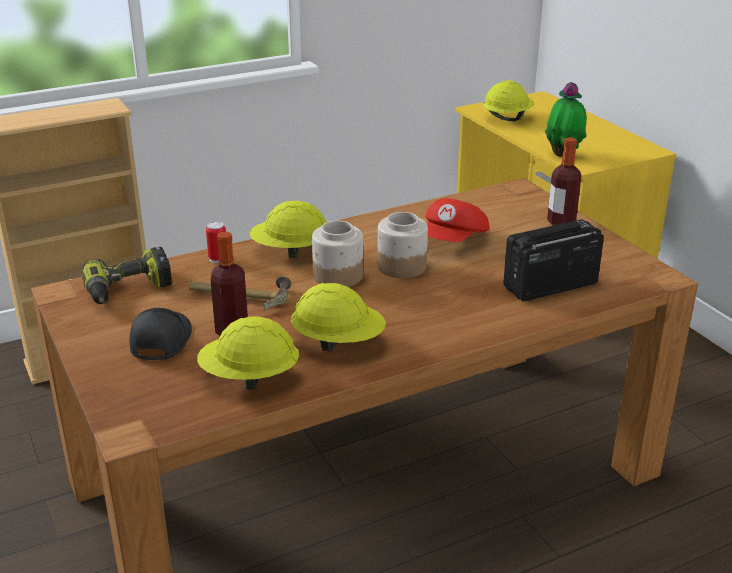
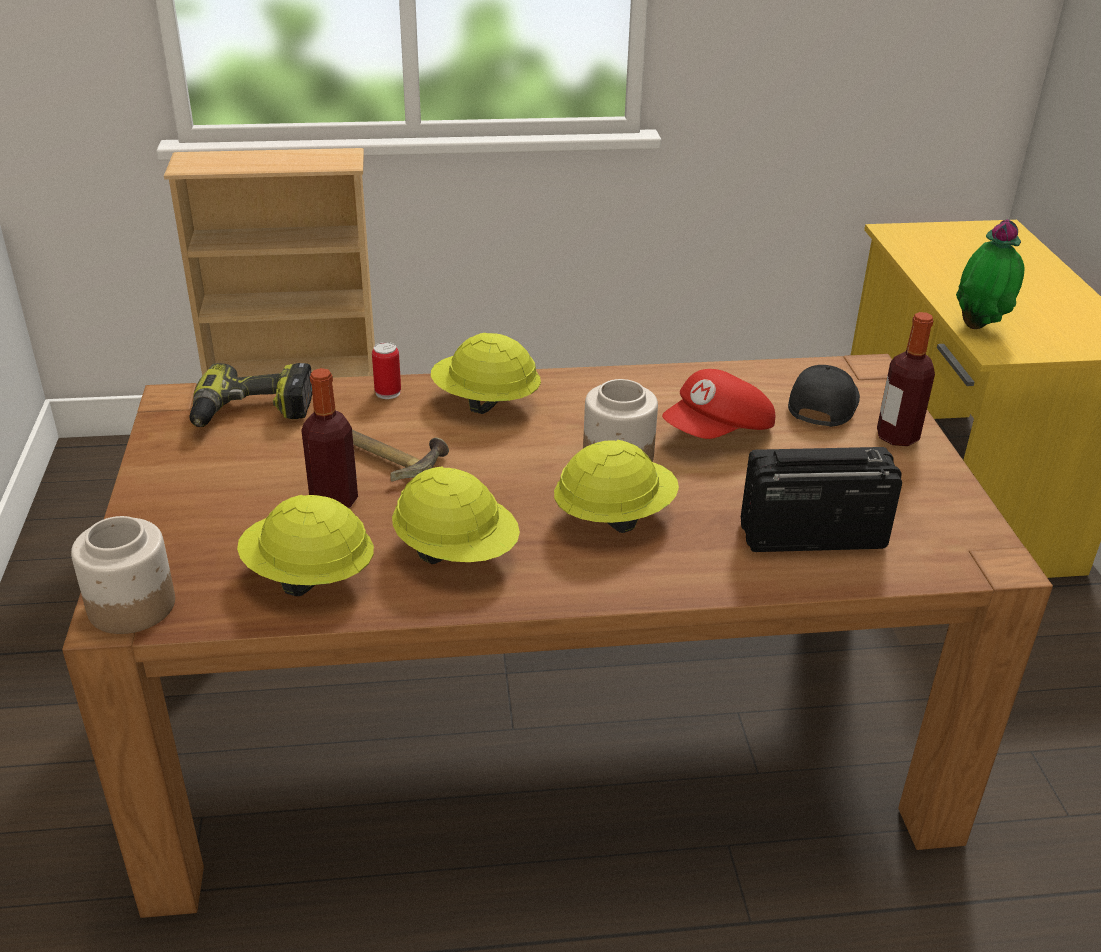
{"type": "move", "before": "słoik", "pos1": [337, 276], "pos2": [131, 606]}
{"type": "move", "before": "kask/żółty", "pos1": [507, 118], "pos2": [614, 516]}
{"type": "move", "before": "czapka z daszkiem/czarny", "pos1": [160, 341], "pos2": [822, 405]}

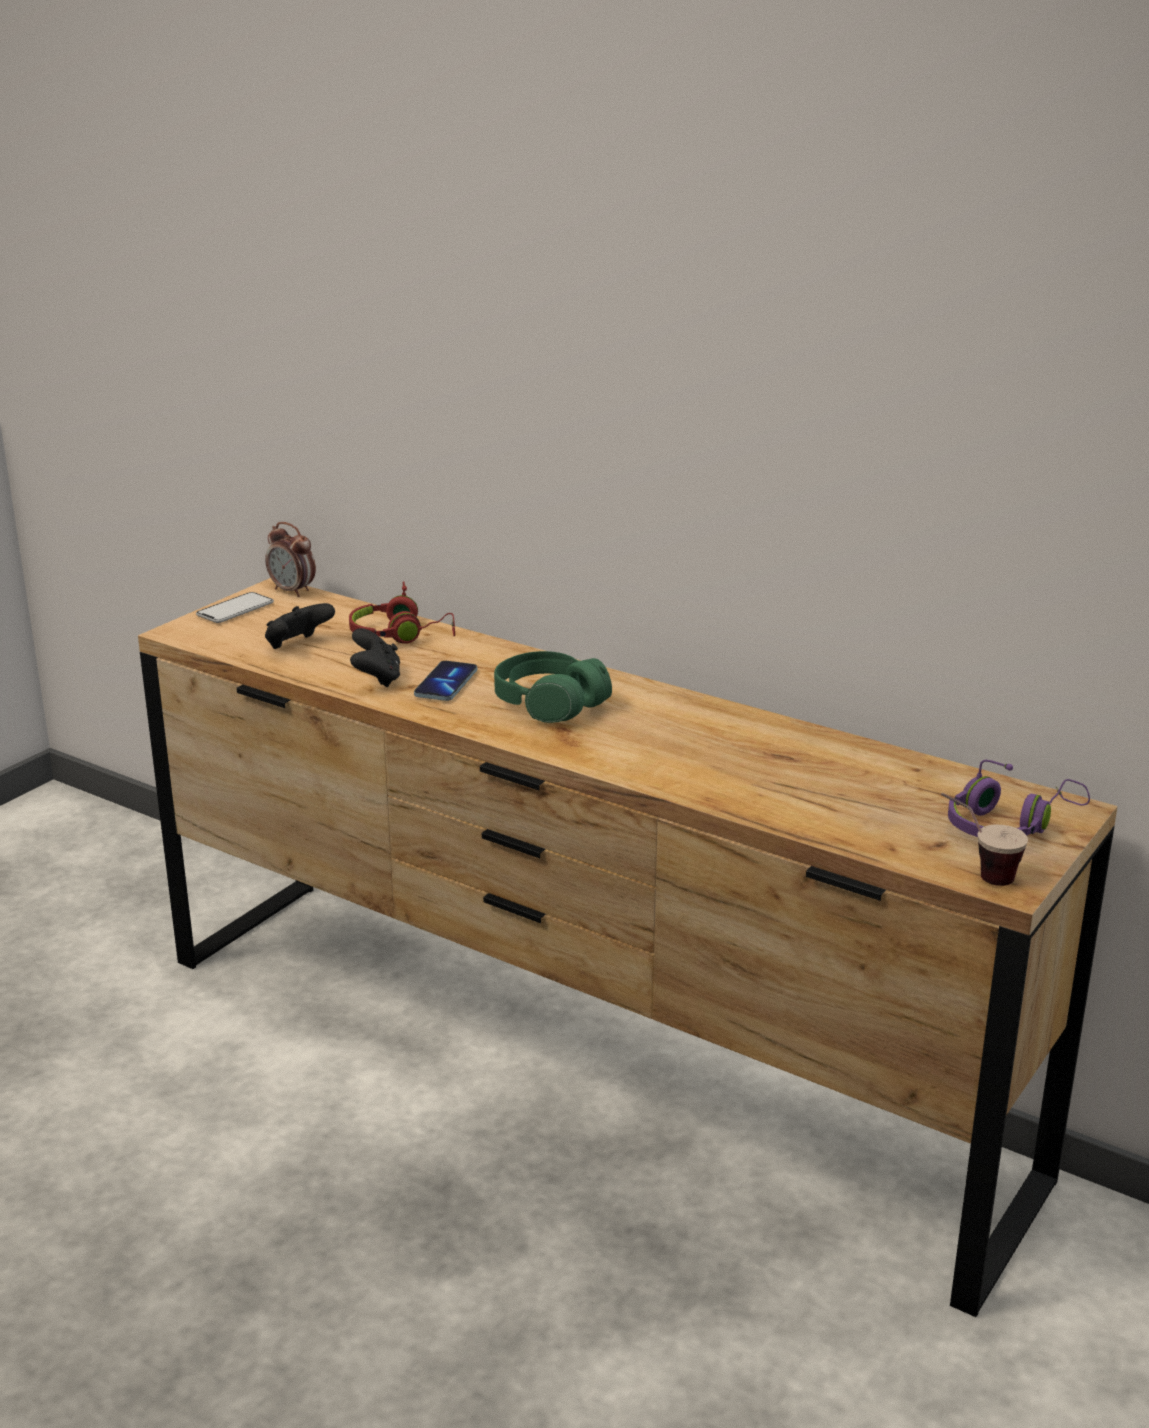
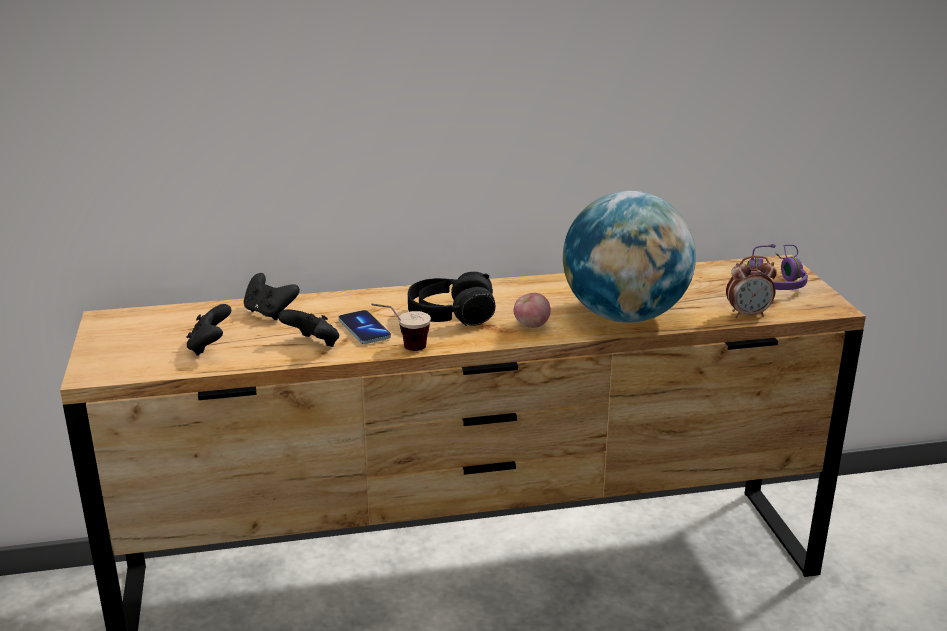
{"type": "replace", "before": "słuchawki/czerwony", "after": "pad do gier/czarny", "pos1": [402, 635], "pos2": [269, 313]}
{"type": "move", "before": "filiżanka", "pos1": [977, 873], "pos2": [402, 348]}
{"type": "recolor", "before": "słuchawki/zielony", "after": "słuchawki/czarny", "pos1": [550, 704], "pos2": [451, 315]}
{"type": "insert", "after": "jabłko", "pos2": [531, 326]}
{"type": "insert", "after": "globus", "pos2": [624, 316]}
{"type": "move", "before": "budzik", "pos1": [292, 591], "pos2": [748, 314]}
{"type": "delete", "before": "telefon", "pos1": [235, 609]}

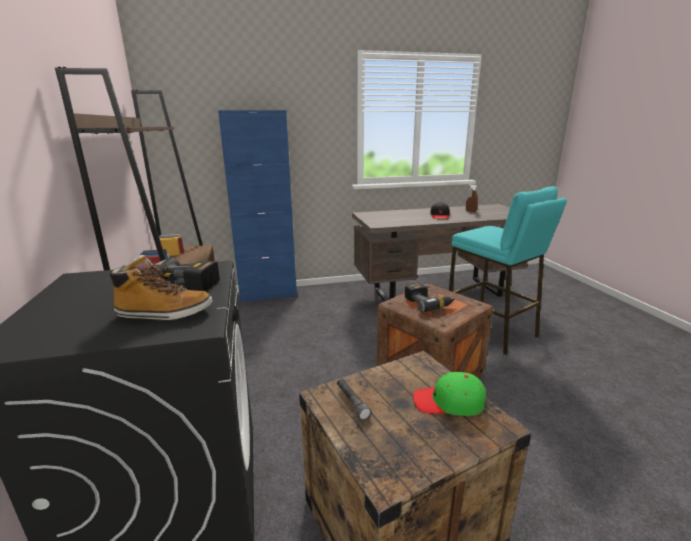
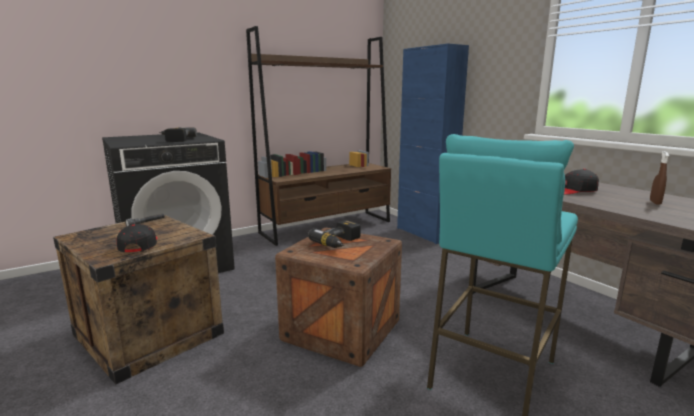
{"type": "recolor", "before": "czapka z daszkiem/zielony", "after": "czapka z daszkiem/czarny", "pos1": [449, 402], "pos2": [139, 245]}
{"type": "delete", "before": "but z cholewką", "pos1": [164, 314]}

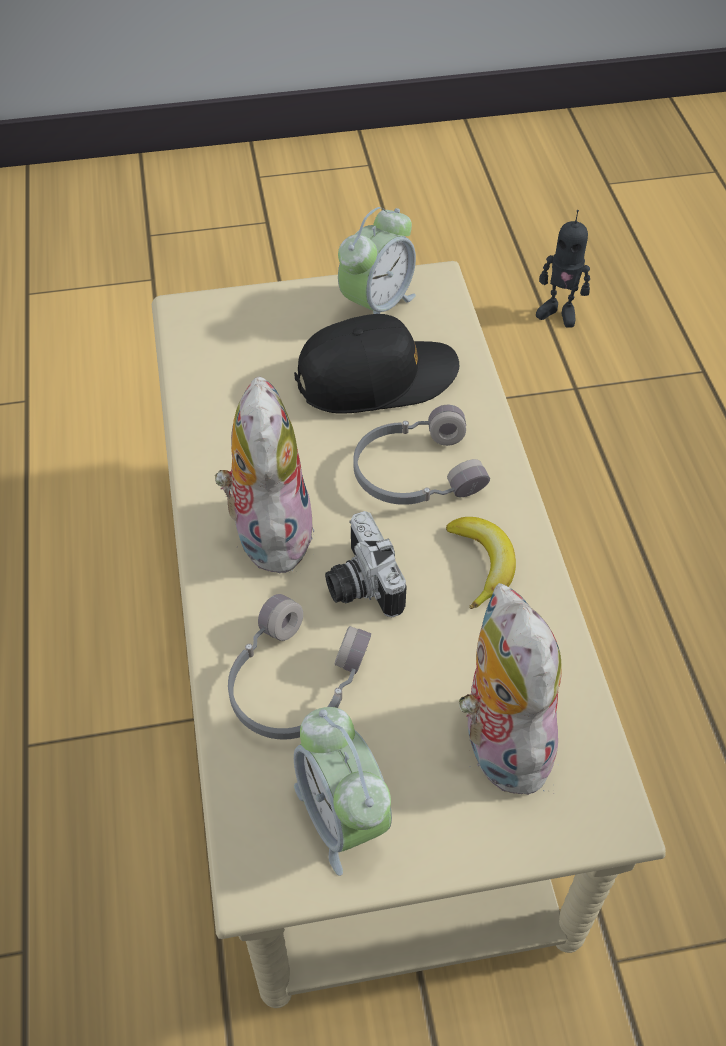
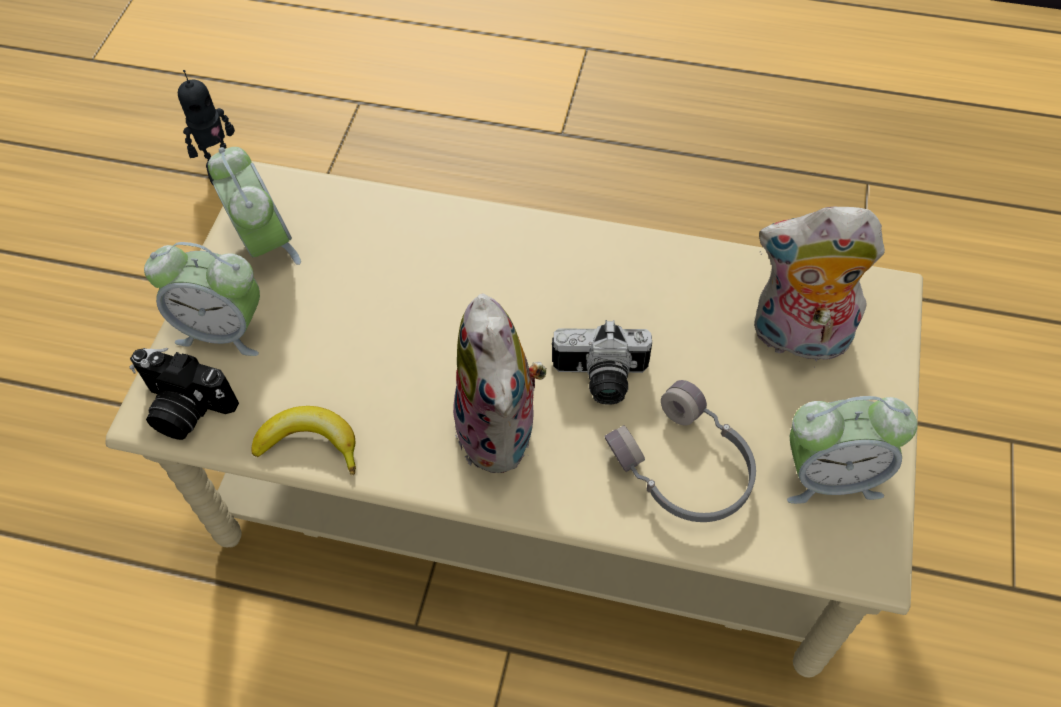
{"type": "insert", "after": "aparat fotograficzny", "pos2": [184, 409]}
{"type": "insert", "after": "budzik", "pos2": [224, 329]}
{"type": "move", "before": "banan", "pos1": [482, 564], "pos2": [310, 444]}
{"type": "rotate", "before": "pluszak", "pos1": [268, 530], "pos2": [502, 432], "turn": -120}
{"type": "delete", "before": "czapka z daszkiem/czarny", "pos1": [376, 378]}
{"type": "delete", "before": "słuchawki/szary", "pos1": [415, 471]}

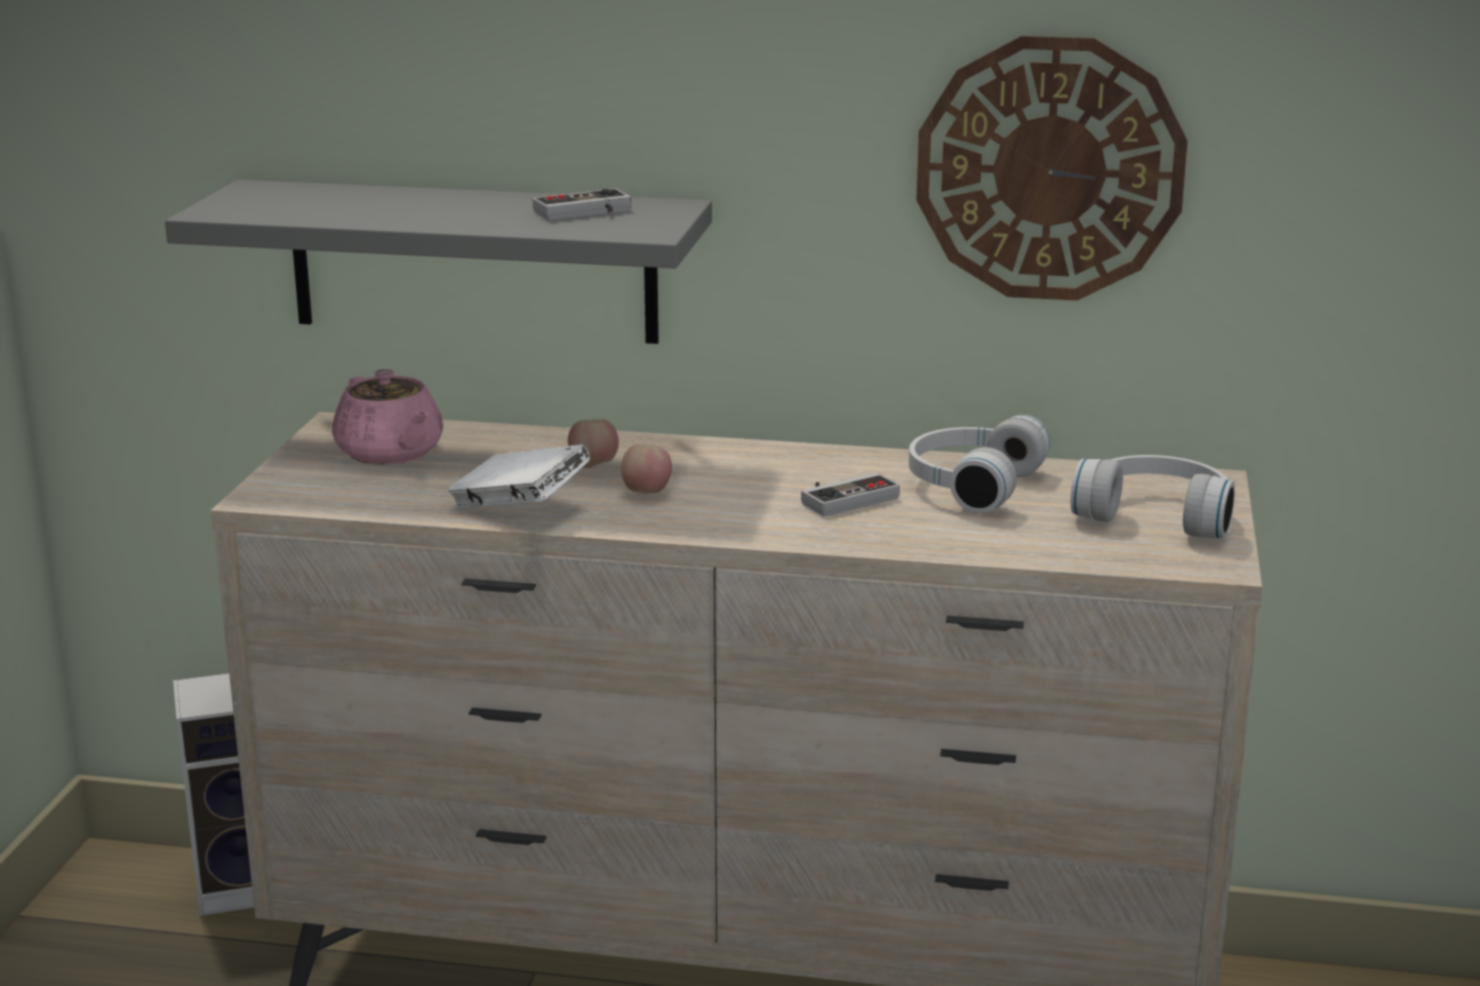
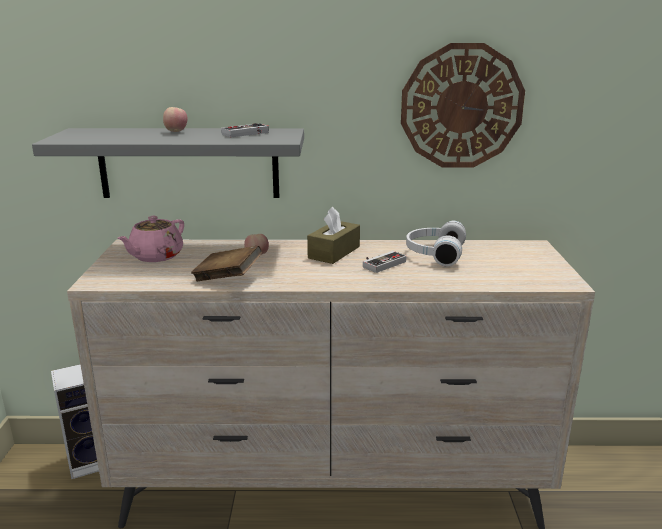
{"type": "rotate", "before": "imbryk/różowy", "pos1": [390, 453], "pos2": [155, 256], "turn": 75}
{"type": "move", "before": "jabłko", "pos1": [647, 494], "pos2": [176, 132]}
{"type": "recolor", "before": "książka/biały", "after": "książka/brązowy", "pos1": [520, 508], "pos2": [228, 278]}
{"type": "insert", "after": "pudełko chusteczek/brązowy", "pos2": [334, 252]}
{"type": "delete", "before": "słuchawki/biały", "pos1": [1157, 515]}

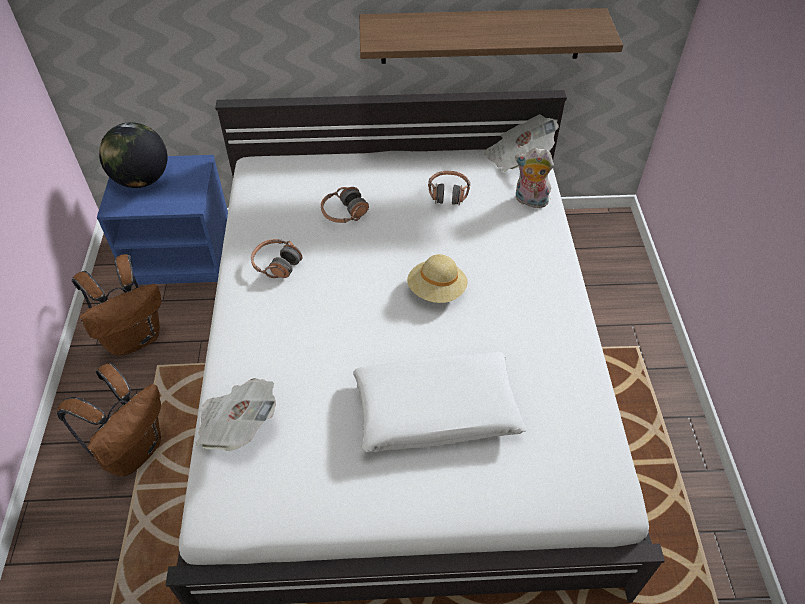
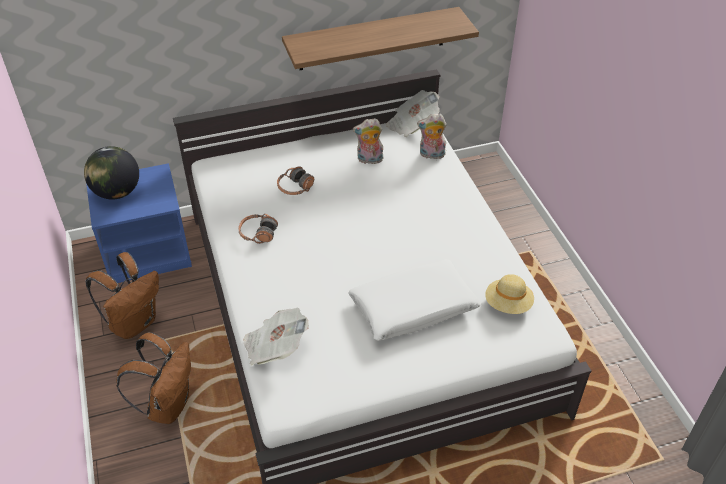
{"type": "replace", "before": "słuchawki", "after": "pluszak", "pos1": [448, 194], "pos2": [369, 160]}
{"type": "move", "before": "kapelusz/beżowy", "pos1": [437, 291], "pos2": [508, 304]}

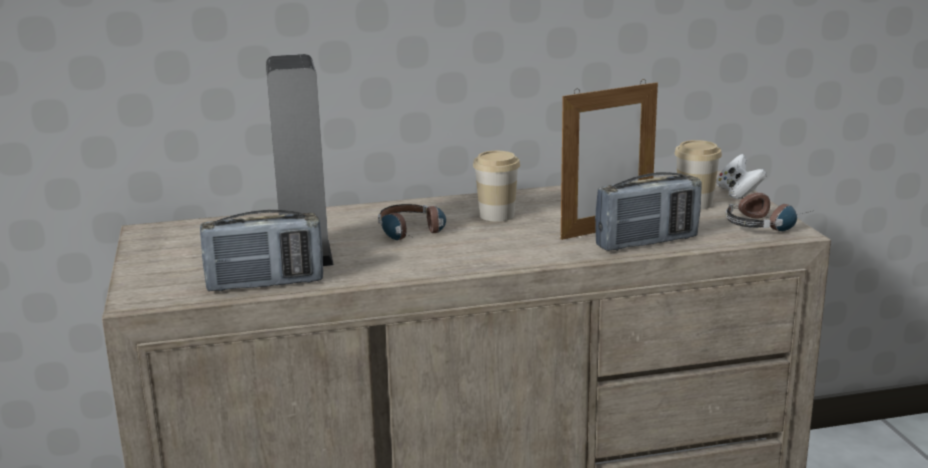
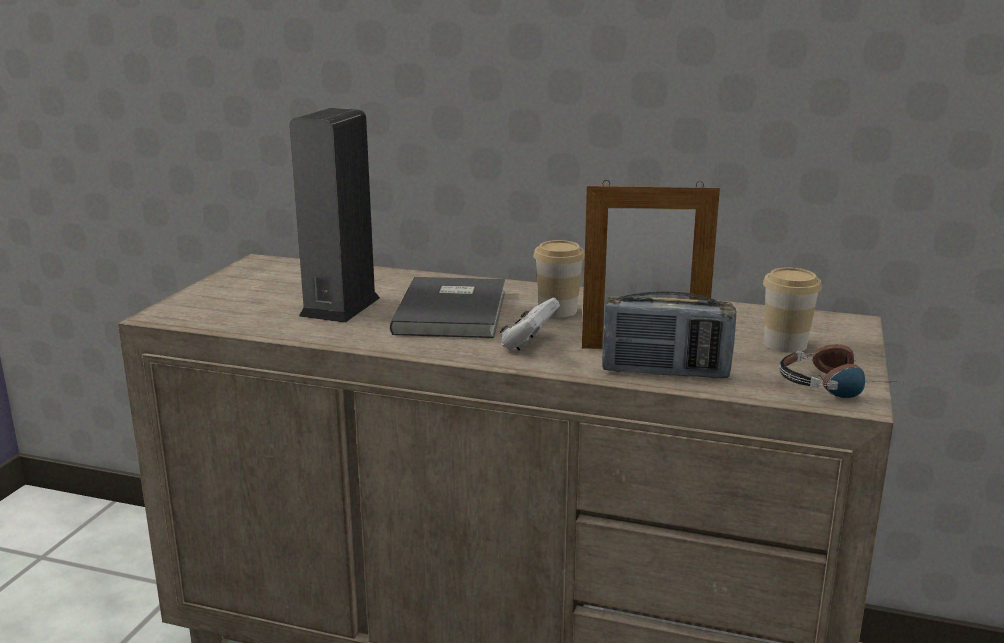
{"type": "replace", "before": "słuchawki", "after": "książka/szary", "pos1": [414, 234], "pos2": [455, 311]}
{"type": "move", "before": "pad do gier/biały", "pos1": [738, 193], "pos2": [528, 344]}
{"type": "delete", "before": "radio", "pos1": [265, 284]}

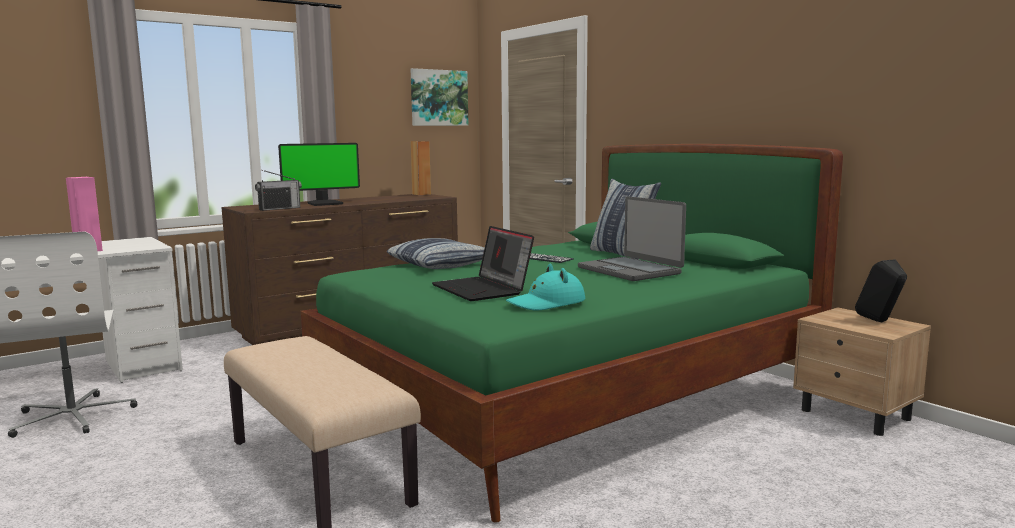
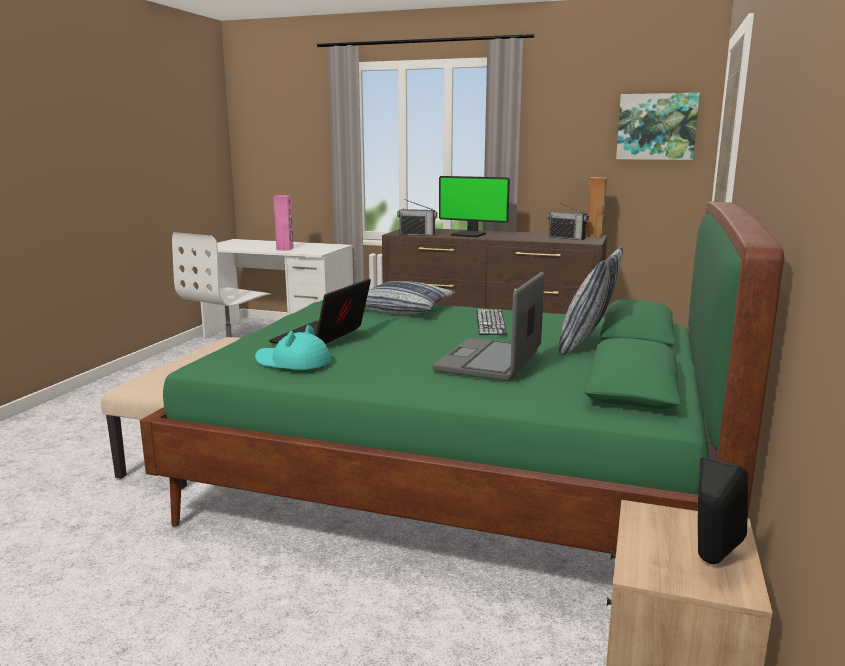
{"type": "insert", "after": "radio", "pos2": [567, 238]}

